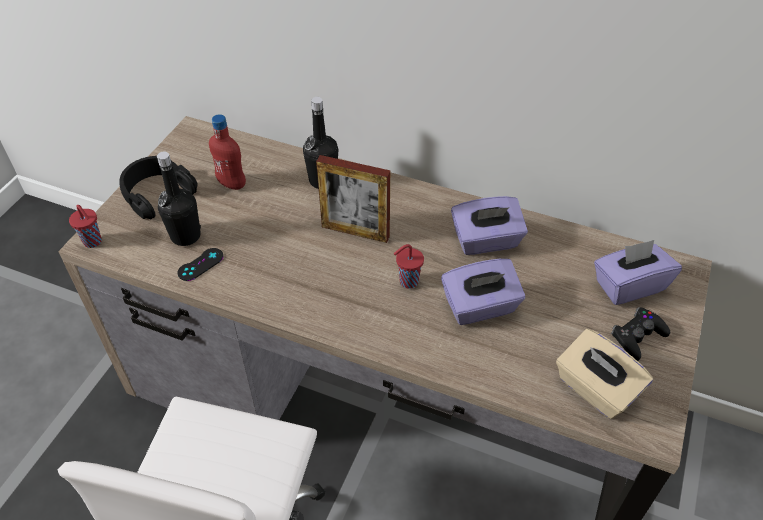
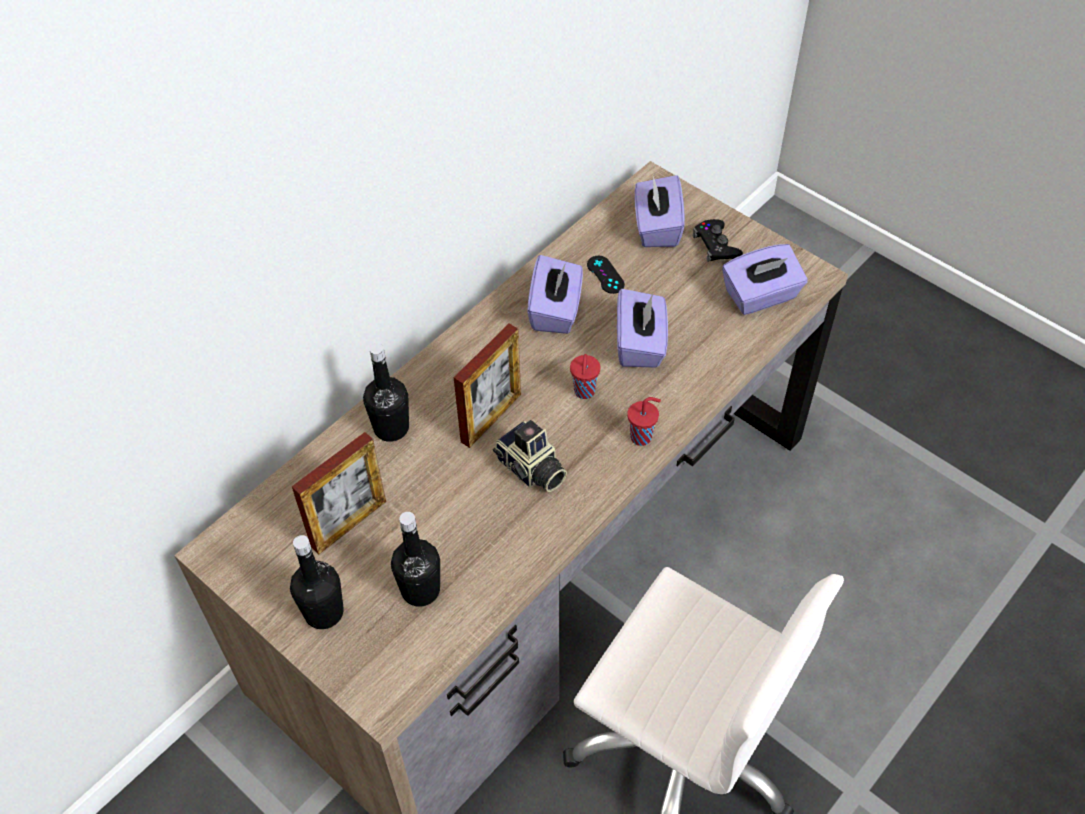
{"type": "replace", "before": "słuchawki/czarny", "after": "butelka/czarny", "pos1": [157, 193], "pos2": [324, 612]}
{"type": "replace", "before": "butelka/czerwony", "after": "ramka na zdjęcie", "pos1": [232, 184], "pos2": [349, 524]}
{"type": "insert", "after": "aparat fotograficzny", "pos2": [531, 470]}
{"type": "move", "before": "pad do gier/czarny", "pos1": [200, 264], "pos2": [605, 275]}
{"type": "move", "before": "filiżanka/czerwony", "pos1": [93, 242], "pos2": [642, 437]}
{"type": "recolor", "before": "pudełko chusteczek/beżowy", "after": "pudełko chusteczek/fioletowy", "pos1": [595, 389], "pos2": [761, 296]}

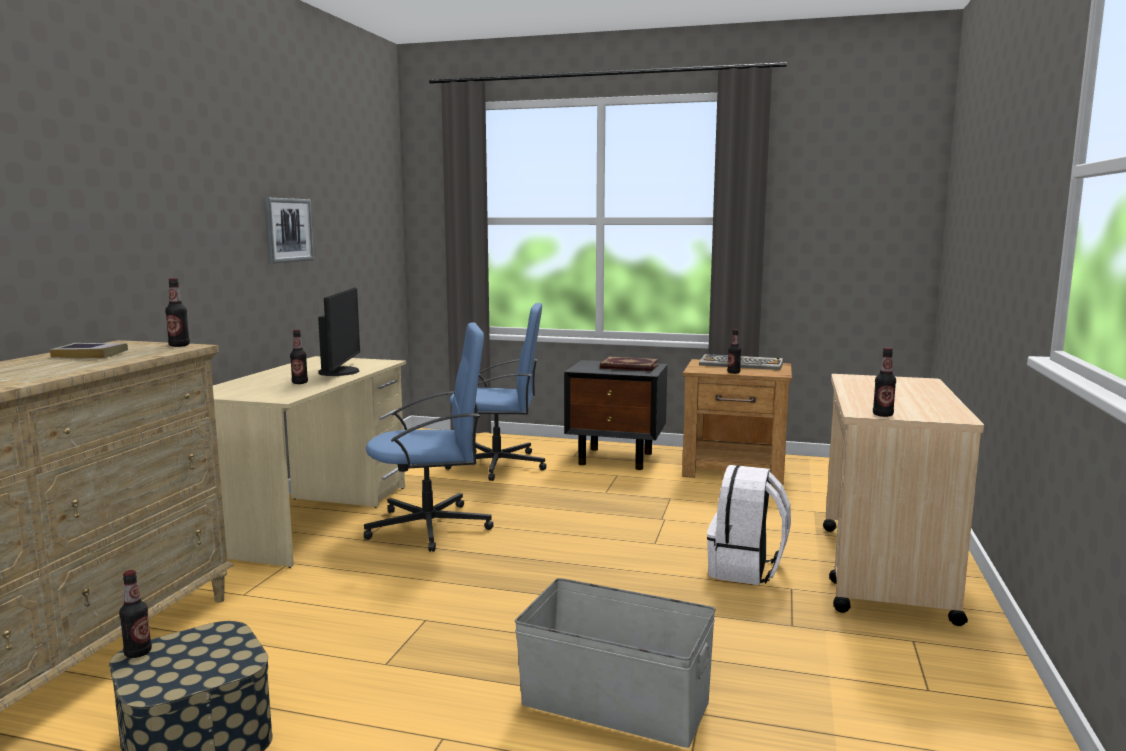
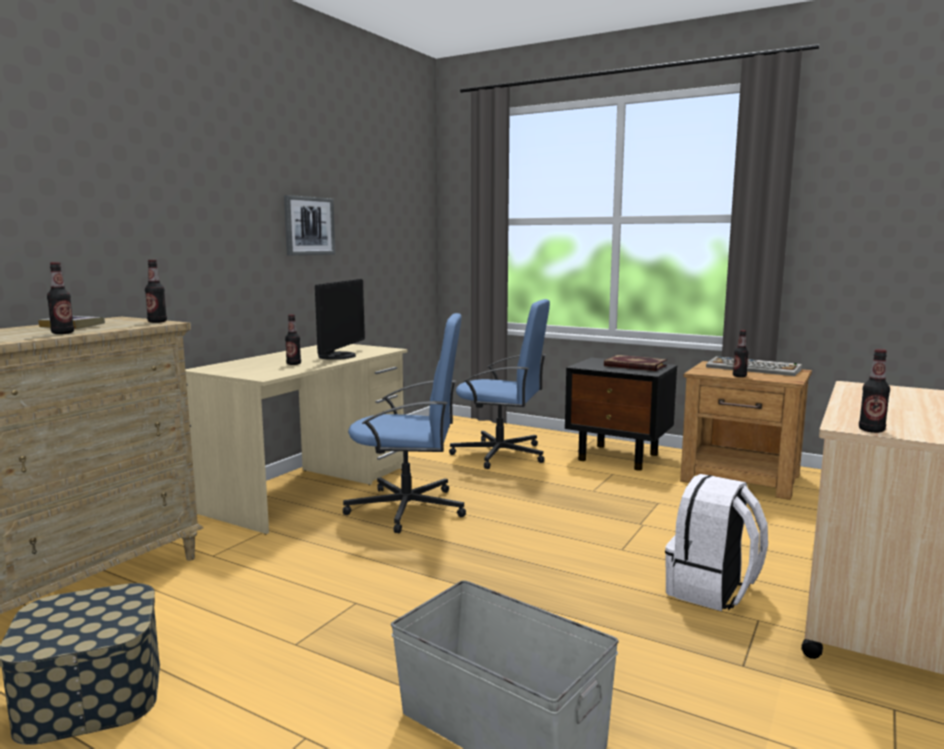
{"type": "move", "before": "butelka", "pos1": [138, 653], "pos2": [63, 333]}

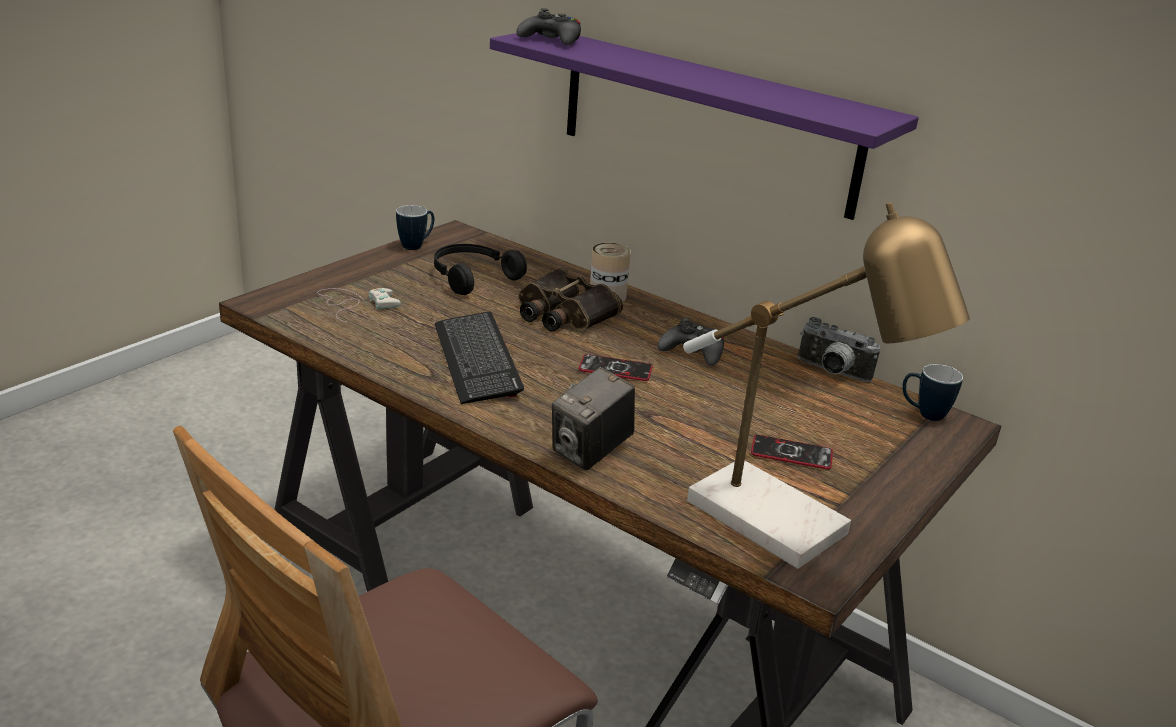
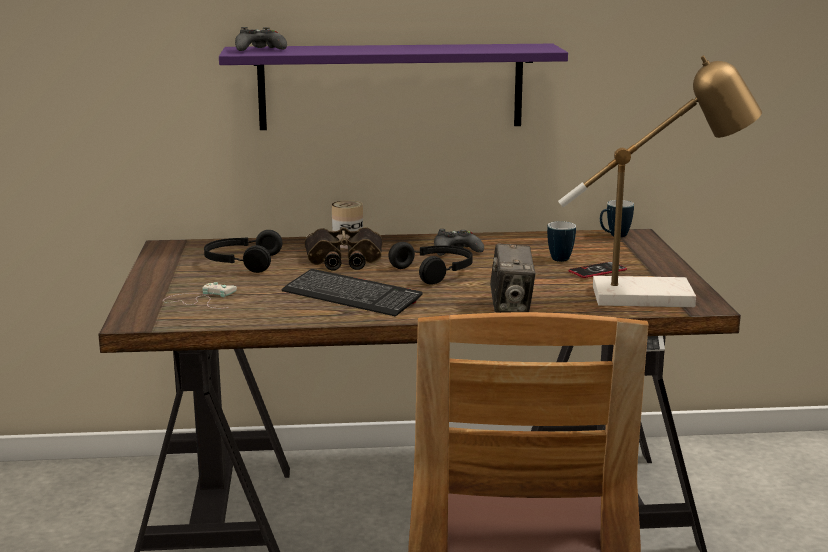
{"type": "replace", "before": "telefon", "after": "słuchawki/czarny", "pos1": [615, 369], "pos2": [436, 272]}
{"type": "move", "before": "kubek", "pos1": [416, 245], "pos2": [559, 257]}
{"type": "delete", "before": "aparat fotograficzny", "pos1": [831, 372]}

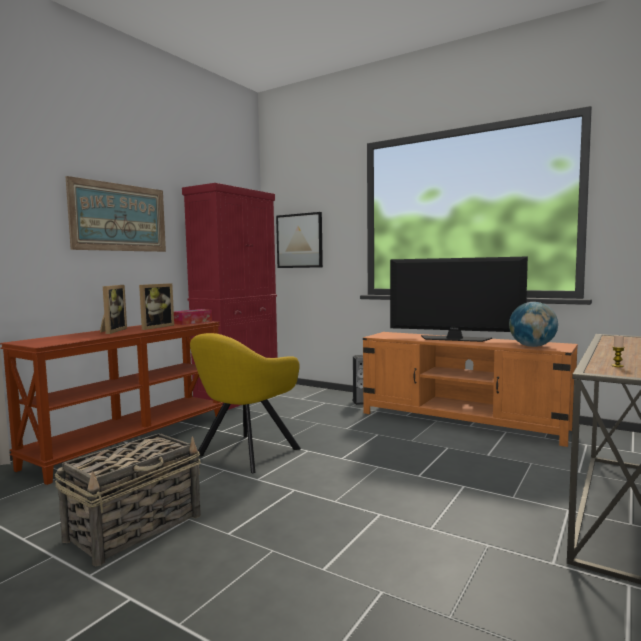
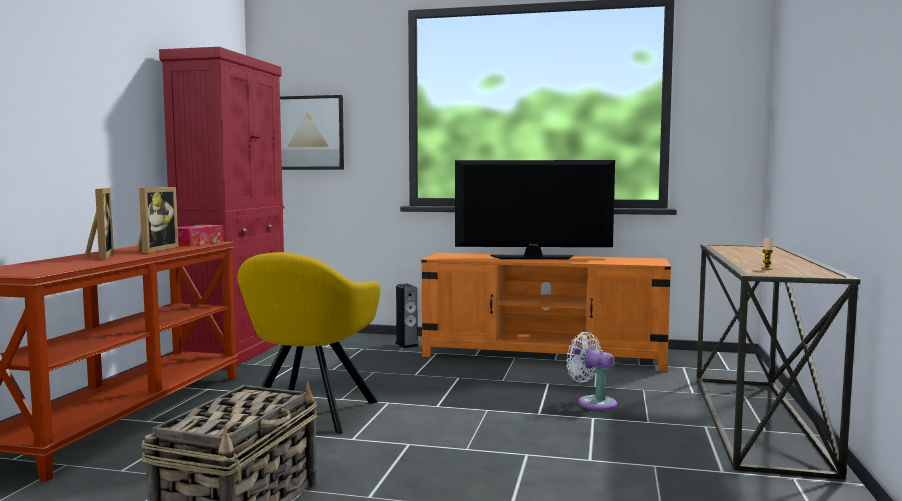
{"type": "insert", "after": "wentylator/biały", "pos2": [593, 403]}
{"type": "delete", "before": "obraz", "pos1": [119, 217]}
{"type": "delete", "before": "globus", "pos1": [532, 346]}

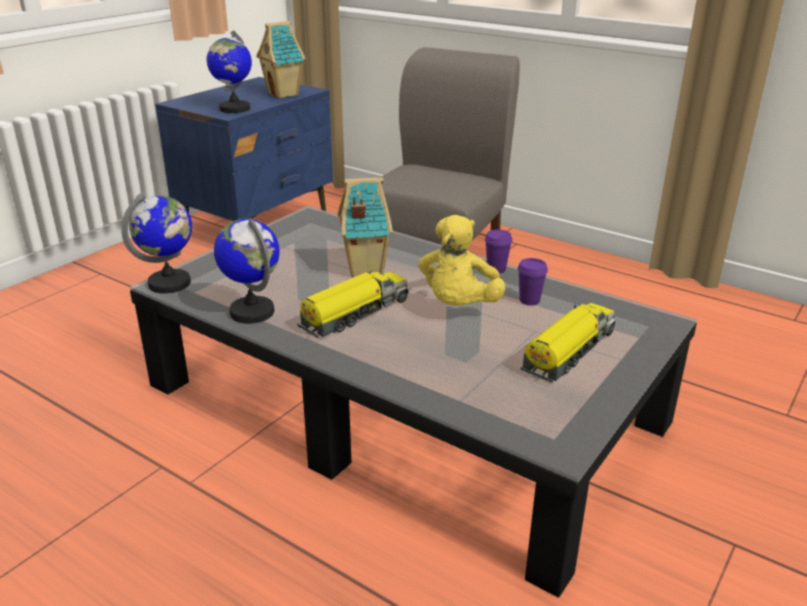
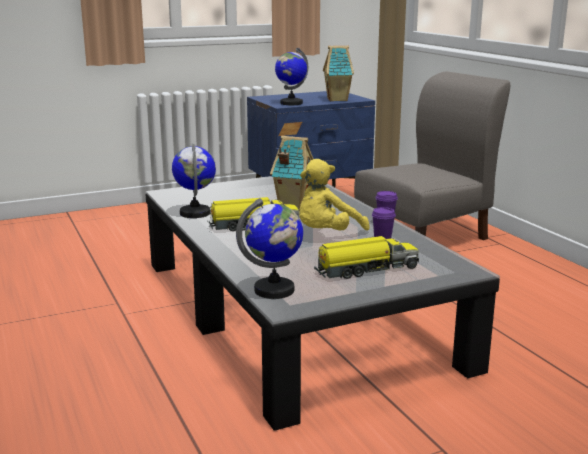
{"type": "move", "before": "globus", "pos1": [170, 283], "pos2": [274, 290]}

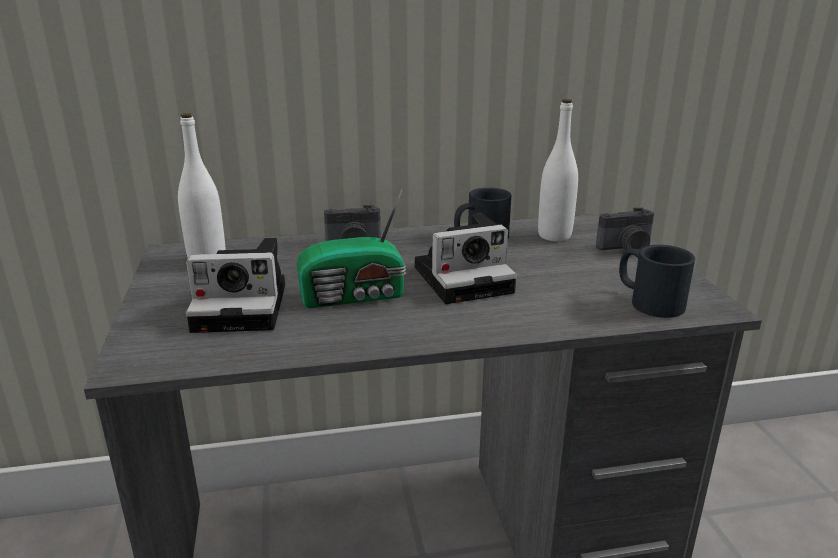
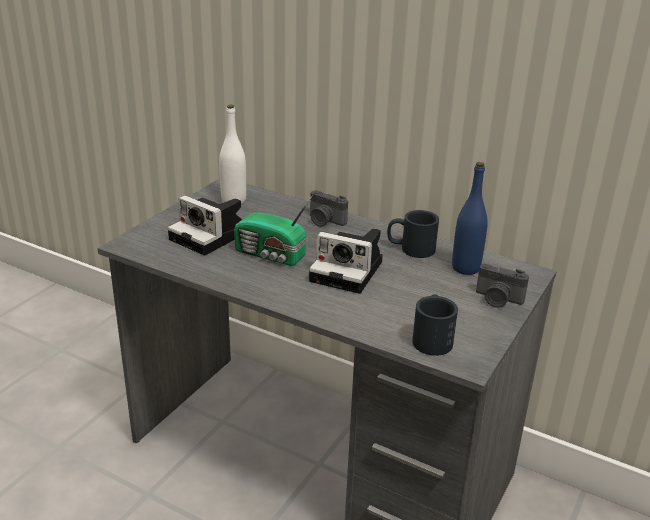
{"type": "recolor", "before": "butelka/biały", "after": "butelka/niebieski", "pos1": [554, 236], "pos2": [465, 268]}

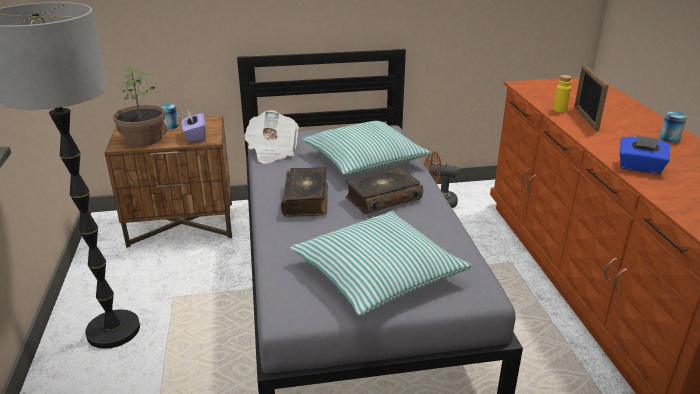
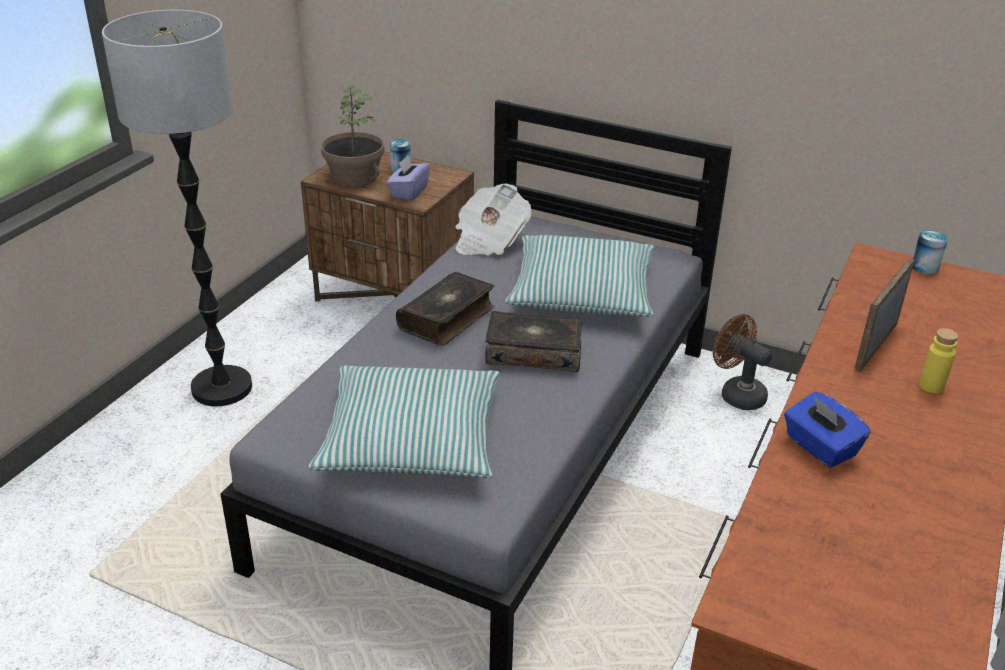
{"type": "move", "before": "puszka", "pos1": [669, 138], "pos2": [924, 267]}
{"type": "move", "before": "butelka/żółty", "pos1": [560, 110], "pos2": [931, 386]}

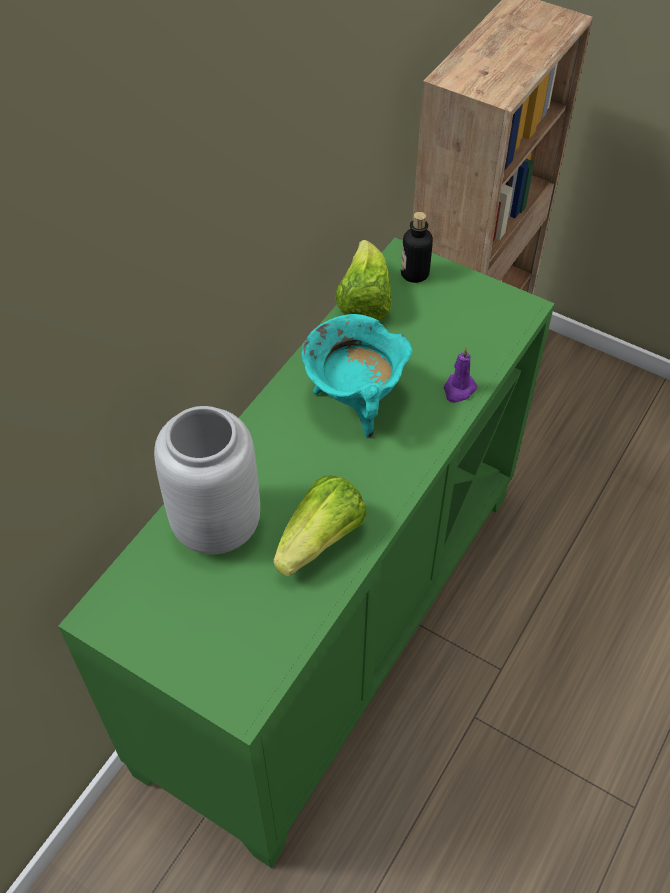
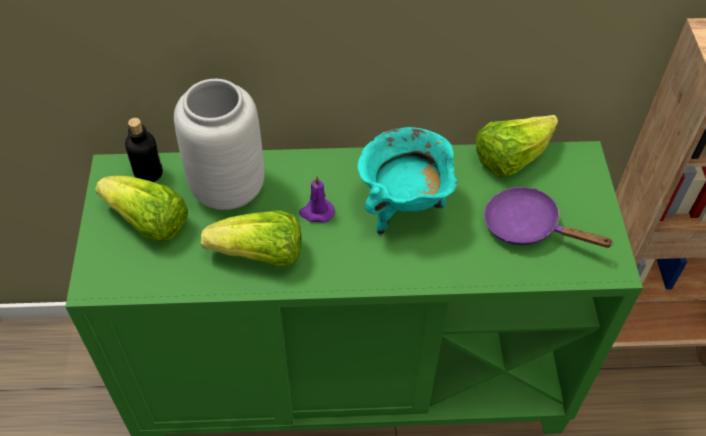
{"type": "insert", "after": "sałata", "pos2": [148, 222]}
{"type": "move", "before": "butelka", "pos1": [414, 273], "pos2": [148, 173]}
{"type": "move", "before": "świeca/fioletowy", "pos1": [458, 390], "pos2": [316, 212]}
{"type": "insert", "after": "patelnia/fioletowy", "pos2": [528, 227]}

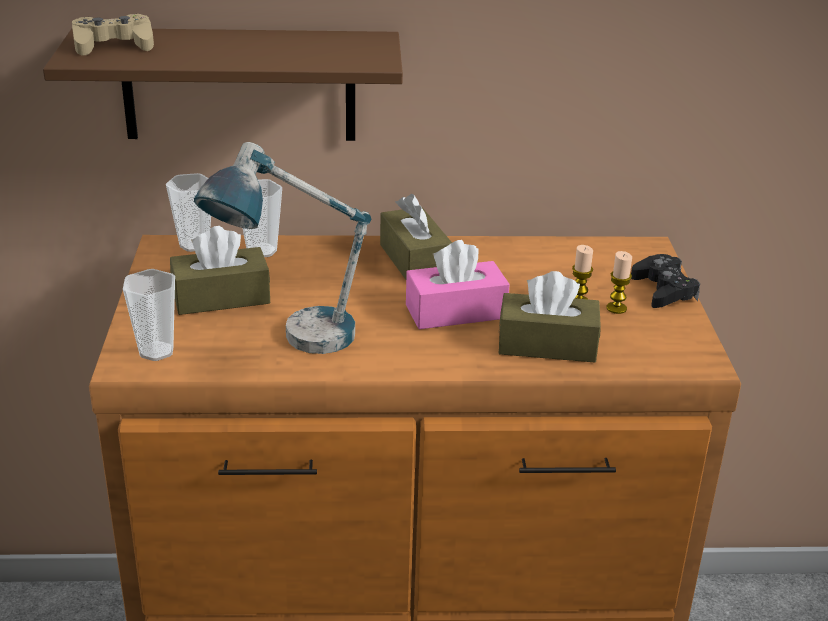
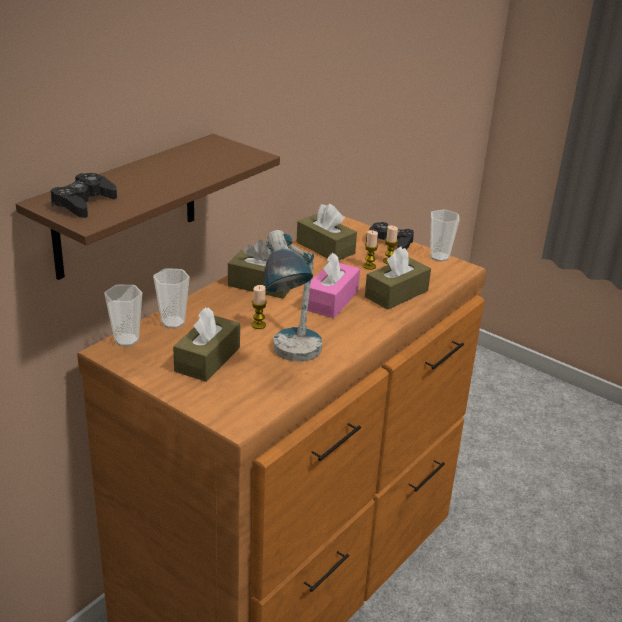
{"type": "recolor", "before": "pad do gier/beżowy", "after": "pad do gier/czarny", "pos1": [113, 45], "pos2": [83, 203]}
{"type": "insert", "after": "świeca", "pos2": [258, 325]}
{"type": "insert", "after": "pudełko chusteczek/brązowy", "pos2": [325, 248]}
{"type": "move", "before": "filiżanka", "pos1": [156, 351], "pos2": [439, 257]}

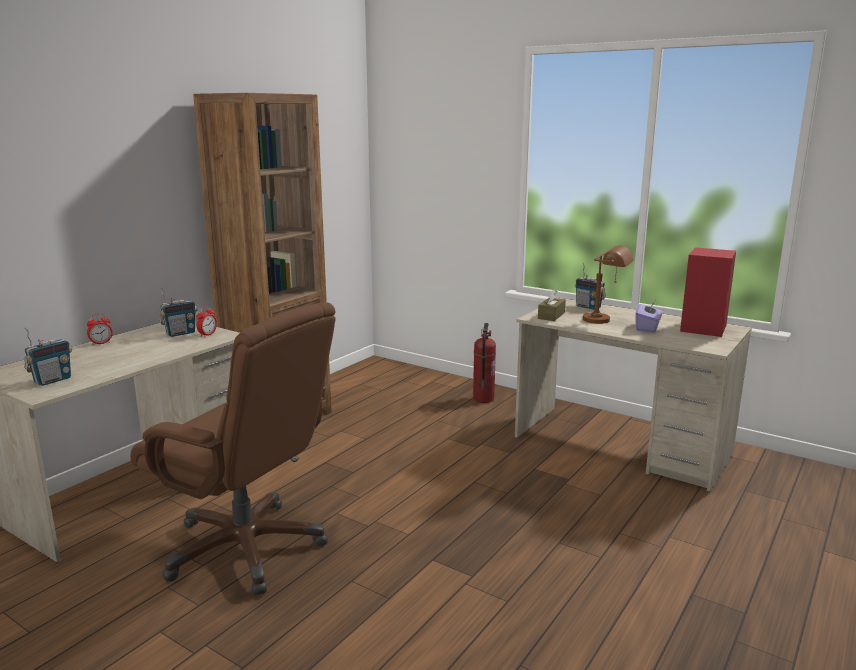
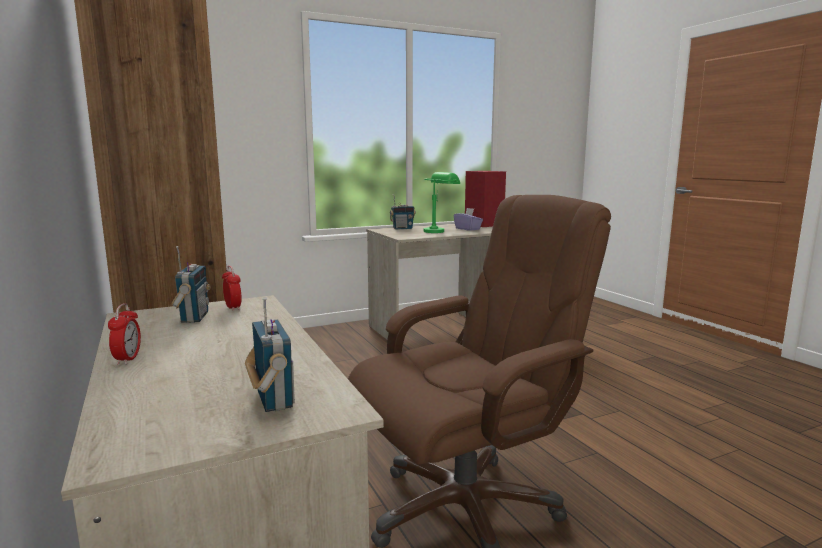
{"type": "recolor", "before": "lampa stołowa/brązowy", "after": "lampa stołowa/zielony", "pos1": [605, 321], "pos2": [439, 231]}
{"type": "delete", "before": "gaśnica", "pos1": [483, 399]}
{"type": "delete", "before": "pudełko chusteczek/brązowy", "pos1": [551, 316]}

